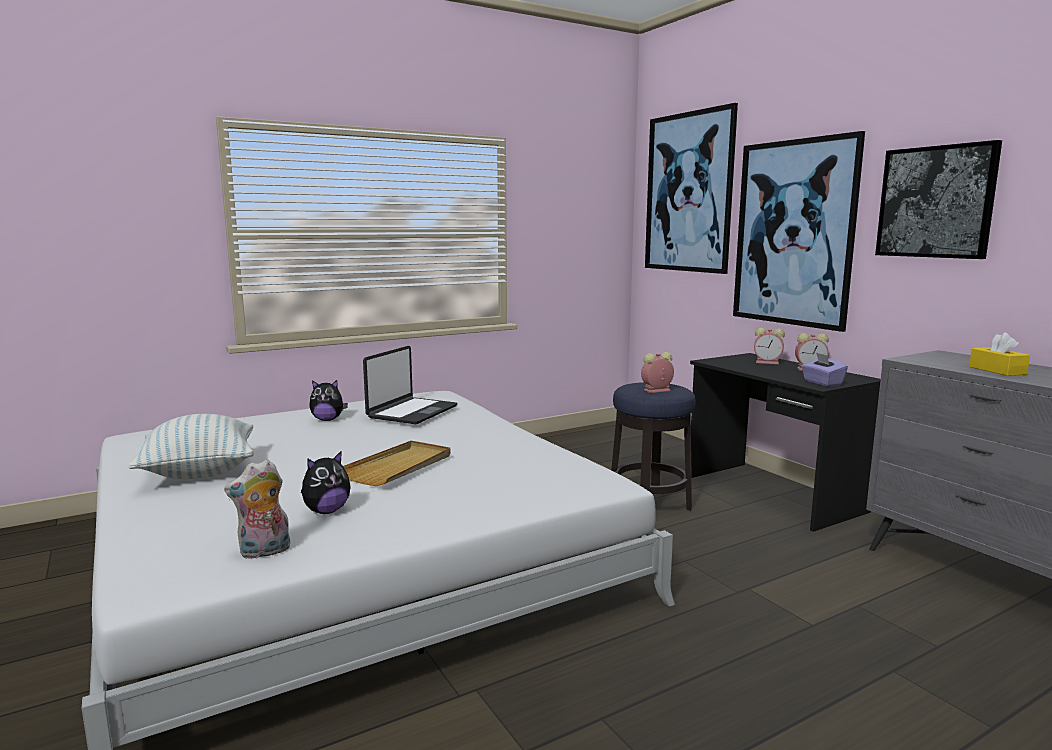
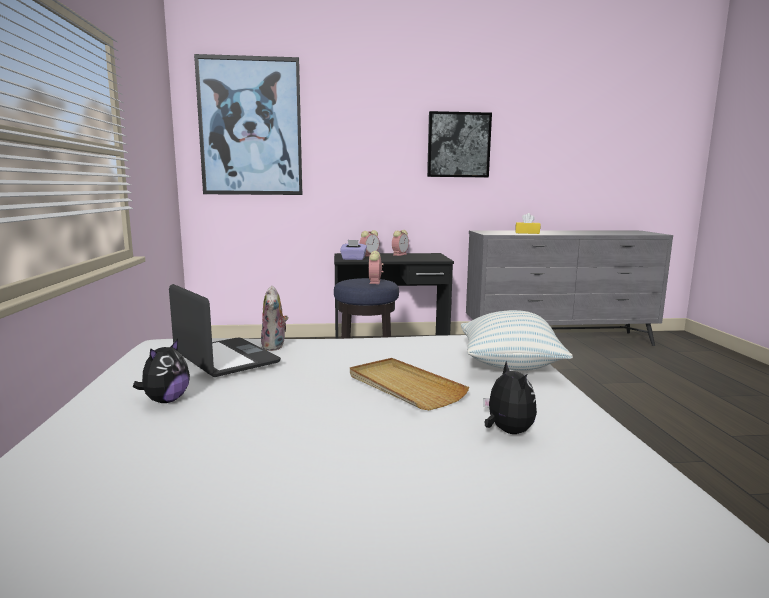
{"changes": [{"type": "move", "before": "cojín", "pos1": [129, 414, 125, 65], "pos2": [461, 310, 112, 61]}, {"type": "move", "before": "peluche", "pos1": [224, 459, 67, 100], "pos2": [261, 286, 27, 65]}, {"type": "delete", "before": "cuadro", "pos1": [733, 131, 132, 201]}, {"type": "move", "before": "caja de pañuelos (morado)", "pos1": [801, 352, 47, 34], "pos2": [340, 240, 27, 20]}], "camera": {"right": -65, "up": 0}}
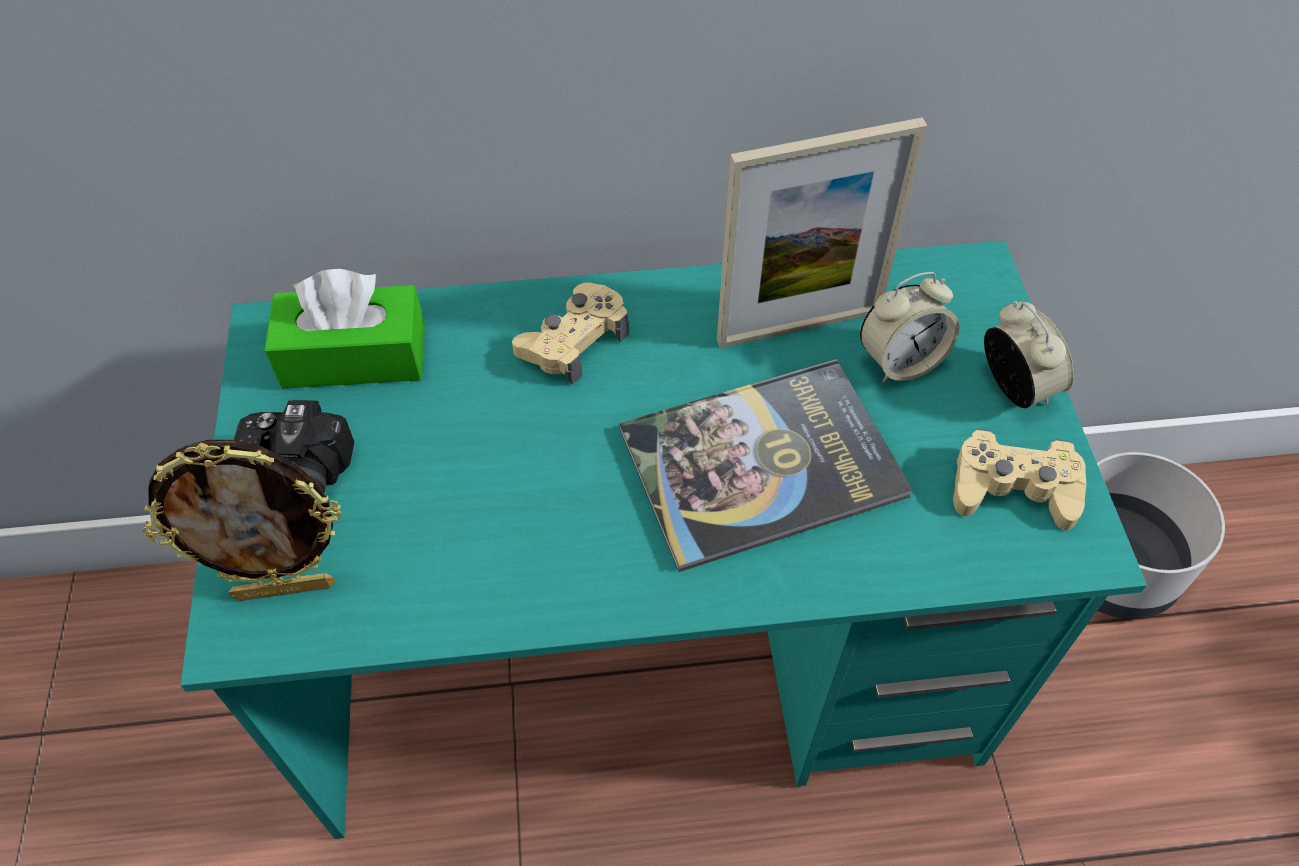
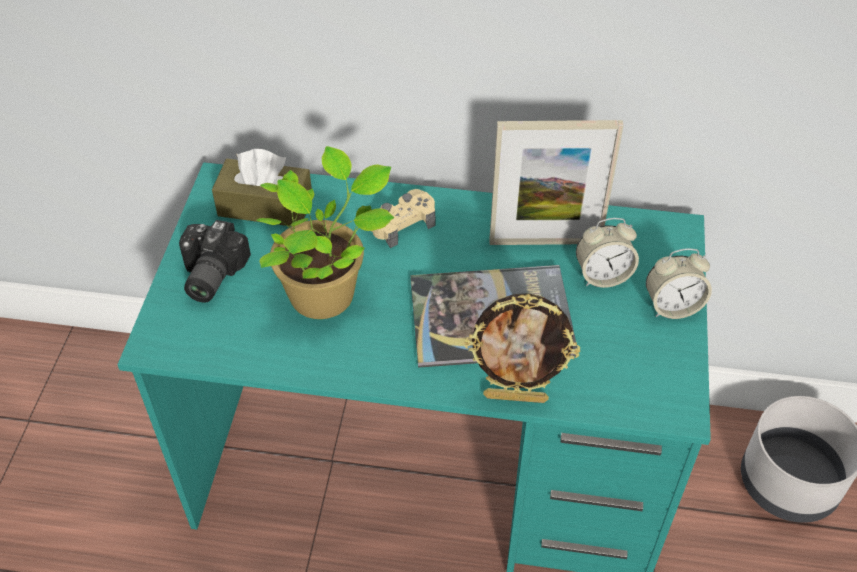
{"changes": [{"type": "move", "before": "portarretratos", "pos1": [142, 440, 200, 161], "pos2": [464, 293, 116, 110]}, {"type": "recolor", "before": "caja de pañuelos (verde)", "after": "caja de pañuelos (marrón)", "pos1": [264, 269, 161, 120], "pos2": [212, 149, 100, 77]}, {"type": "delete", "before": "mando de consola (beis)", "pos1": [953, 429, 134, 102]}, {"type": "rotate", "before": "despertador", "pos1": [984, 301, 90, 107], "pos2": [646, 248, 66, 71], "turn": 90}, {"type": "insert", "after": "planta en maceta", "pos2": [256, 146, 139, 173]}], "camera": {"right": 15, "up": -5}}
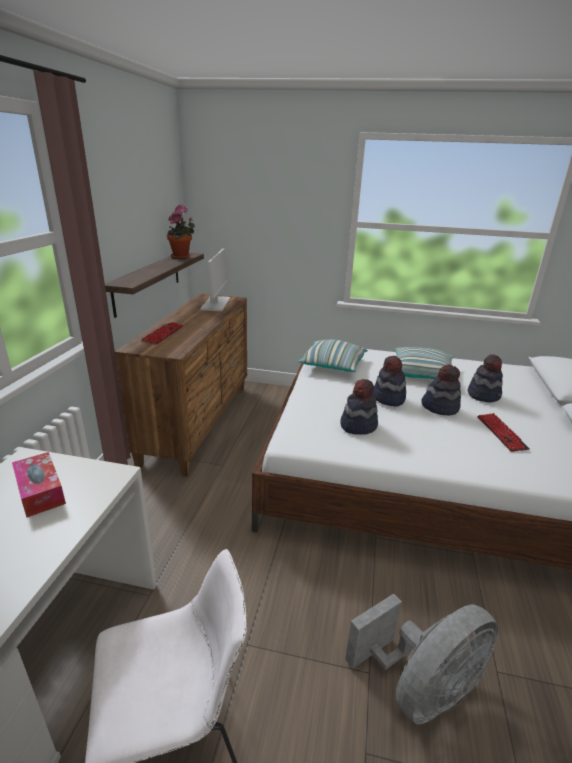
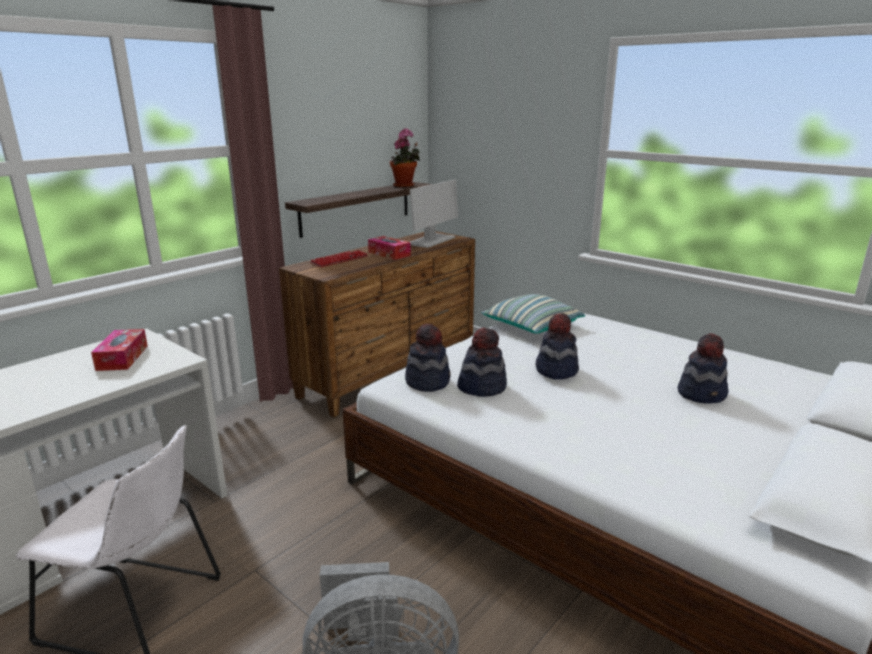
{"changes": [{"type": "delete", "before": "cojín", "pos1": [395, 347, 59, 32]}, {"type": "move", "before": "sombrero", "pos1": [421, 364, 40, 52], "pos2": [405, 324, 46, 68]}, {"type": "delete", "before": "teclado", "pos1": [477, 413, 53, 39]}, {"type": "insert", "after": "caja de pañuelos", "pos2": [368, 236, 43, 24]}], "camera": {"right": 30, "up": -5}}
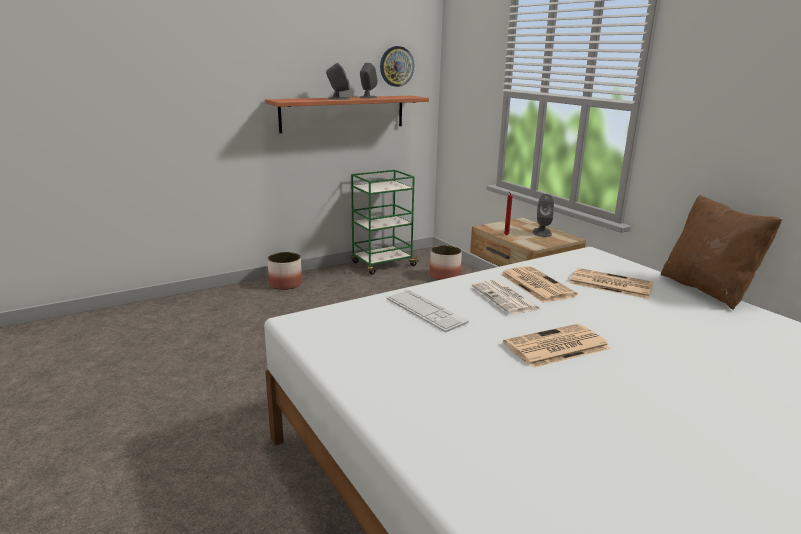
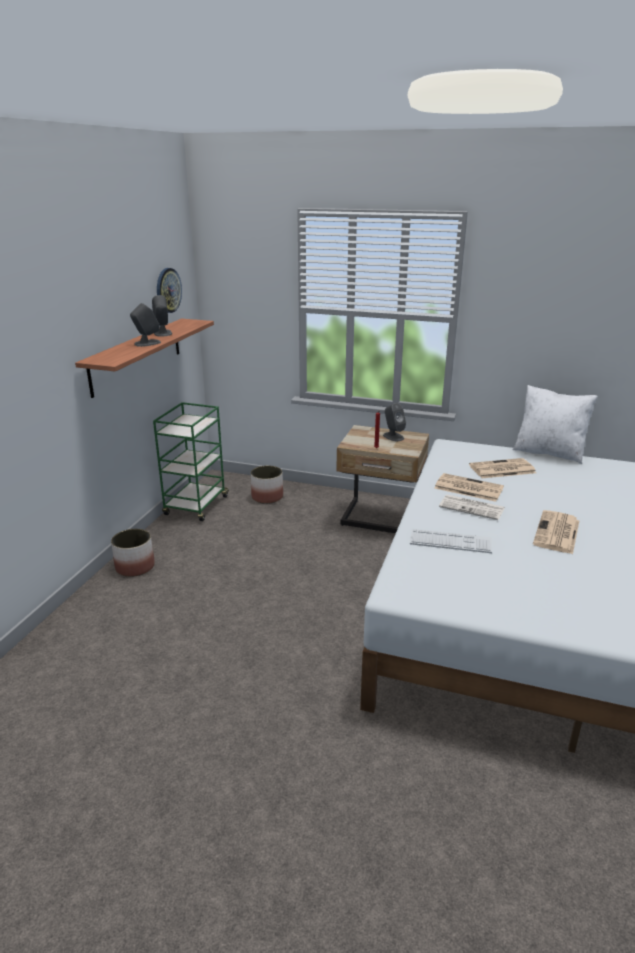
{"changes": [{"type": "recolor", "before": "cojín (marrón)", "after": "cojín (blanco)", "pos1": [661, 195, 121, 115], "pos2": [512, 385, 86, 79]}], "camera": {"right": -40, "up": 5}}
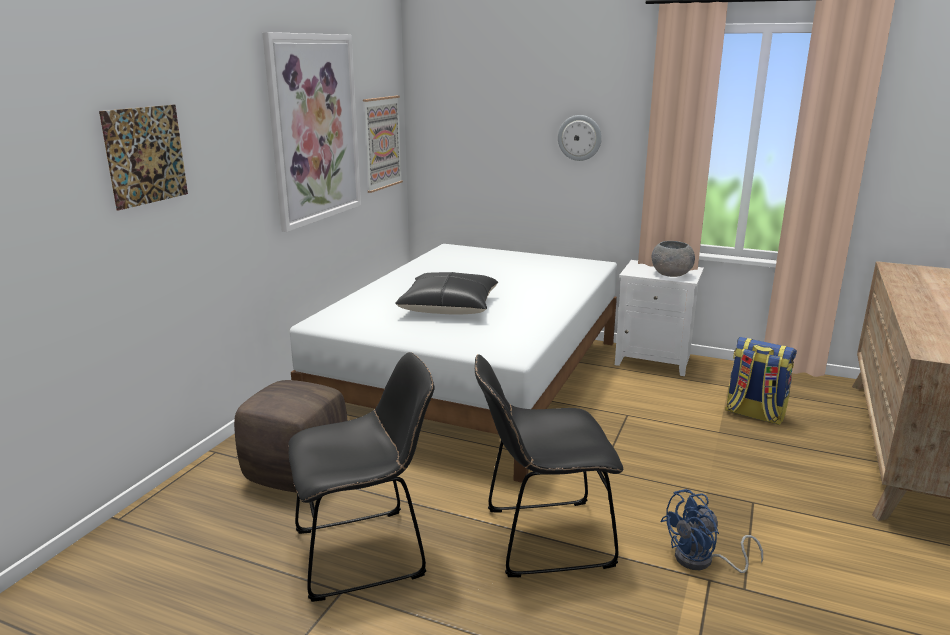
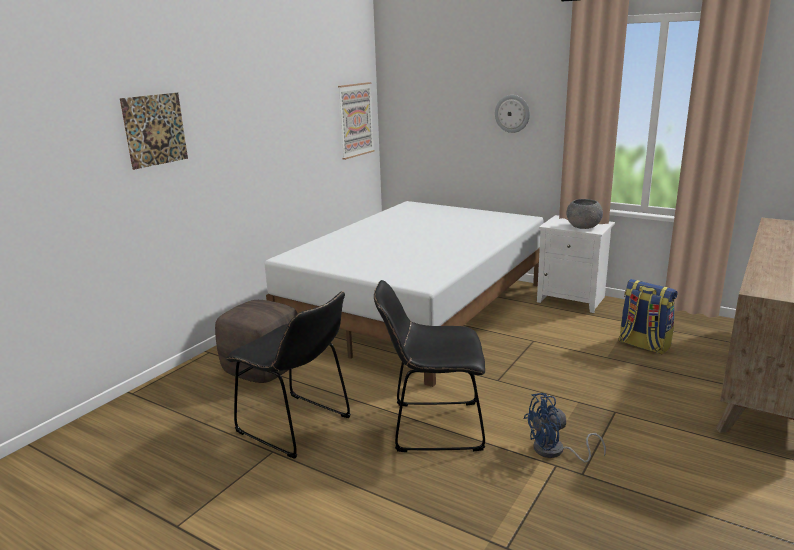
{"changes": [{"type": "delete", "before": "cuadro", "pos1": [262, 32, 99, 200]}, {"type": "rotate", "before": "silla (negro)", "pos1": [289, 352, 146, 250], "pos2": [226, 291, 125, 168], "turn": 45}, {"type": "delete", "before": "cojín (negro)", "pos1": [395, 272, 103, 43]}], "camera": {"right": 10, "up": 0}}
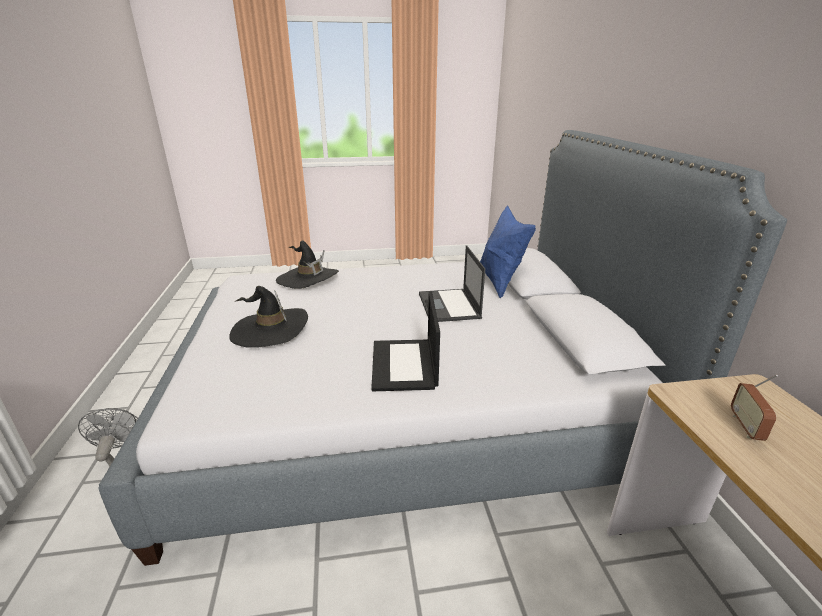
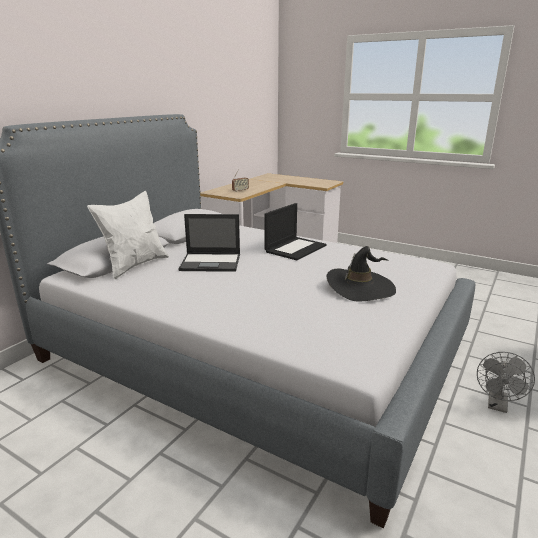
{"changes": [{"type": "delete", "before": "sombrero (negro)", "pos1": [276, 241, 63, 48]}, {"type": "rotate", "before": "portátil", "pos1": [419, 245, 66, 77], "pos2": [179, 214, 61, 58], "turn": 60}, {"type": "recolor", "before": "cojín (azul)", "after": "cojín (blanco)", "pos1": [480, 205, 56, 93], "pos2": [87, 191, 82, 89]}], "camera": {"right": -140, "up": -5}}
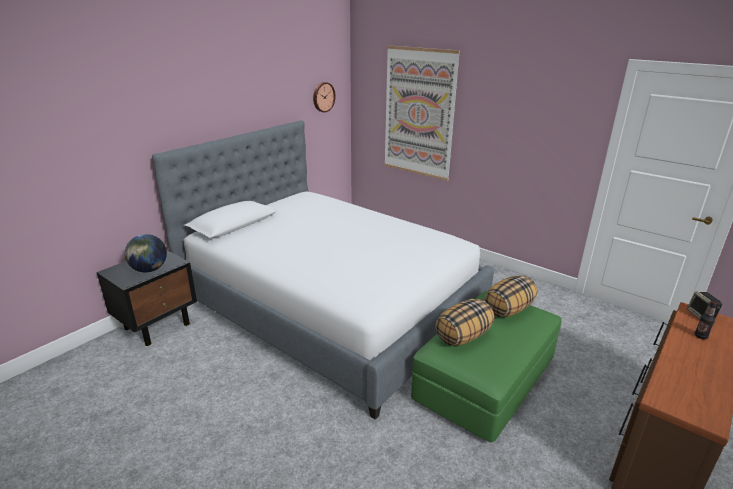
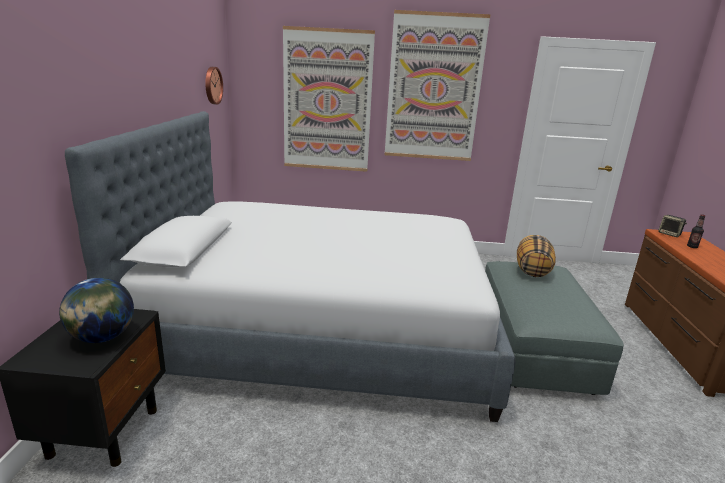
{"changes": [{"type": "recolor", "before": "puf (verde)", "after": "puf (gris)", "pos1": [411, 291, 151, 151], "pos2": [485, 261, 139, 134]}, {"type": "delete", "before": "cojín", "pos1": [435, 299, 59, 47]}, {"type": "insert", "after": "cuadro", "pos2": [385, 10, 106, 151]}], "camera": {"right": -35, "up": -5}}
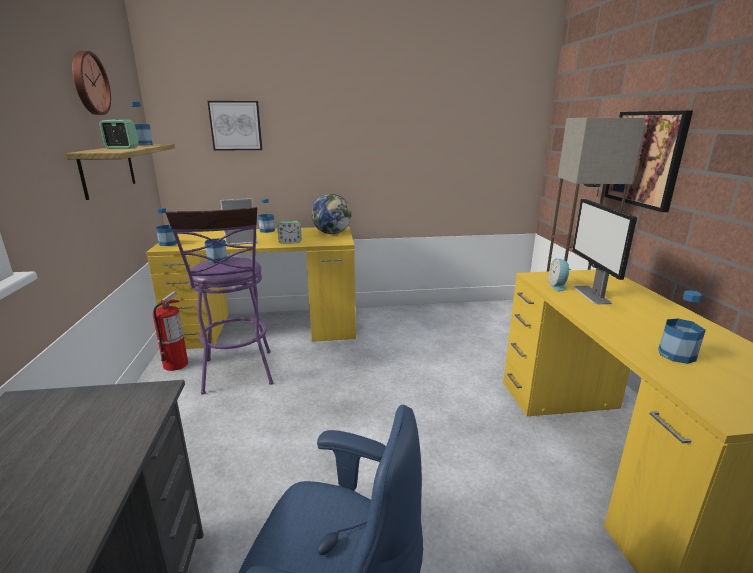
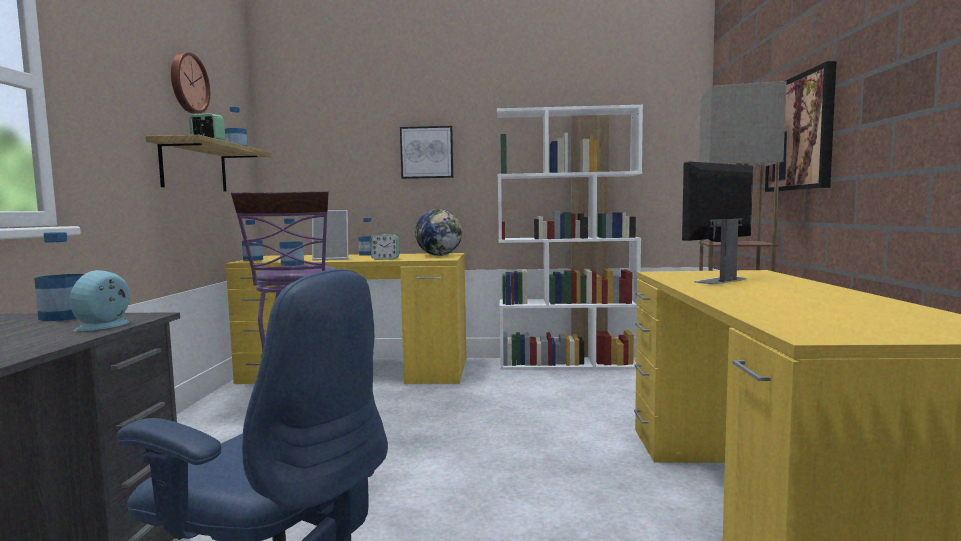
{"changes": [{"type": "delete", "before": "extintor", "pos1": [152, 291, 36, 80]}, {"type": "move", "before": "cuadro", "pos1": [207, 101, 55, 50], "pos2": [400, 126, 53, 53]}, {"type": "move", "before": "despertador", "pos1": [549, 258, 22, 33], "pos2": [70, 270, 60, 61]}, {"type": "rotate", "before": "monitor", "pos1": [572, 199, 65, 106], "pos2": [682, 161, 71, 124], "turn": 45}, {"type": "move", "before": "botella", "pos1": [658, 290, 48, 74], "pos2": [34, 232, 50, 89]}, {"type": "insert", "after": "estantería (blanco)", "pos2": [497, 105, 146, 265]}], "camera": {"right": 10, "up": -15}}
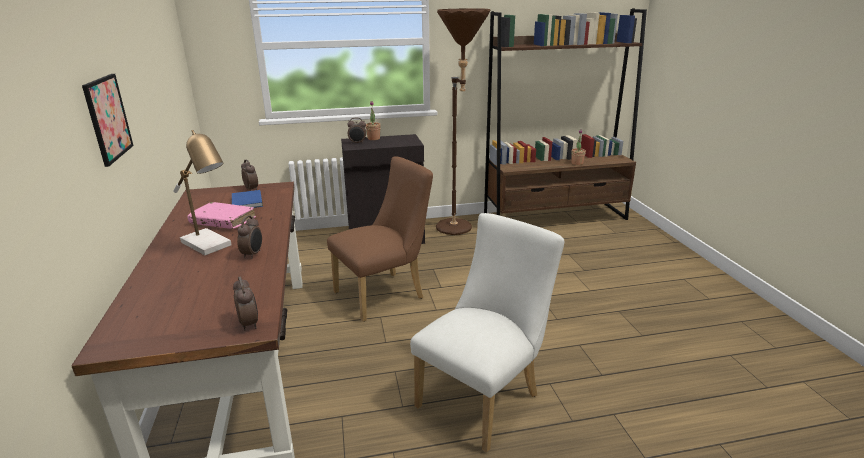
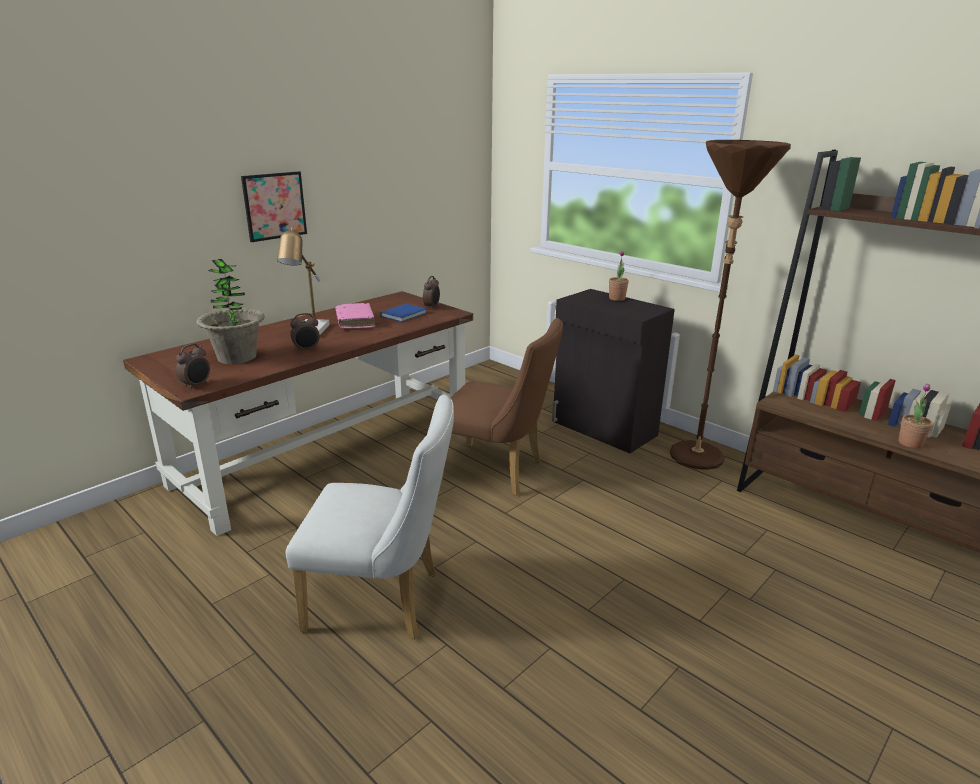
{"changes": [{"type": "delete", "before": "despertador", "pos1": [347, 118, 19, 26]}, {"type": "insert", "after": "planta en maceta", "pos2": [196, 259, 69, 105]}], "camera": {"right": 55, "up": 0}}
